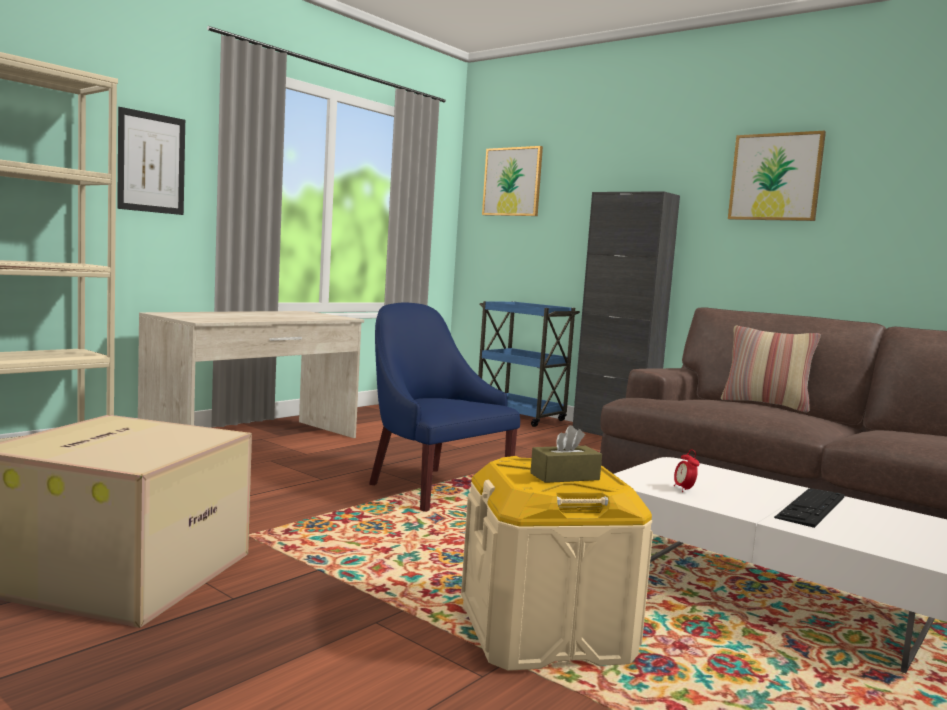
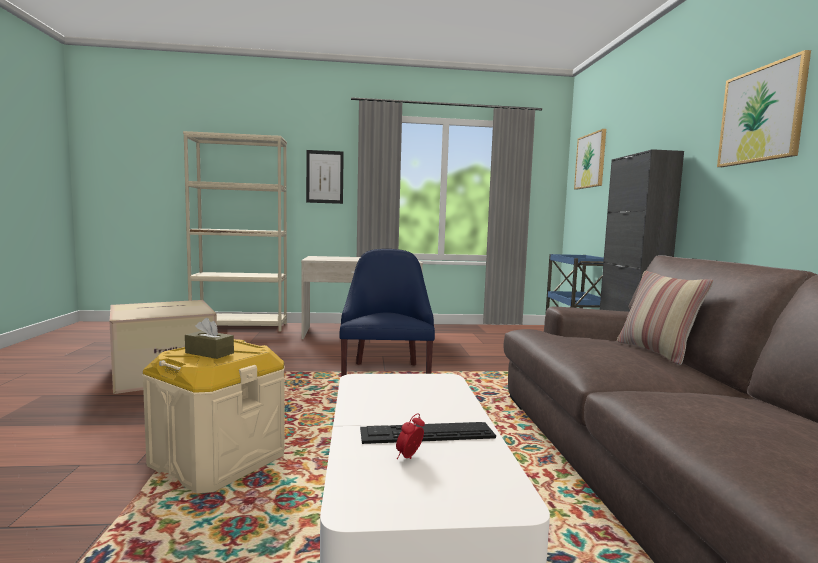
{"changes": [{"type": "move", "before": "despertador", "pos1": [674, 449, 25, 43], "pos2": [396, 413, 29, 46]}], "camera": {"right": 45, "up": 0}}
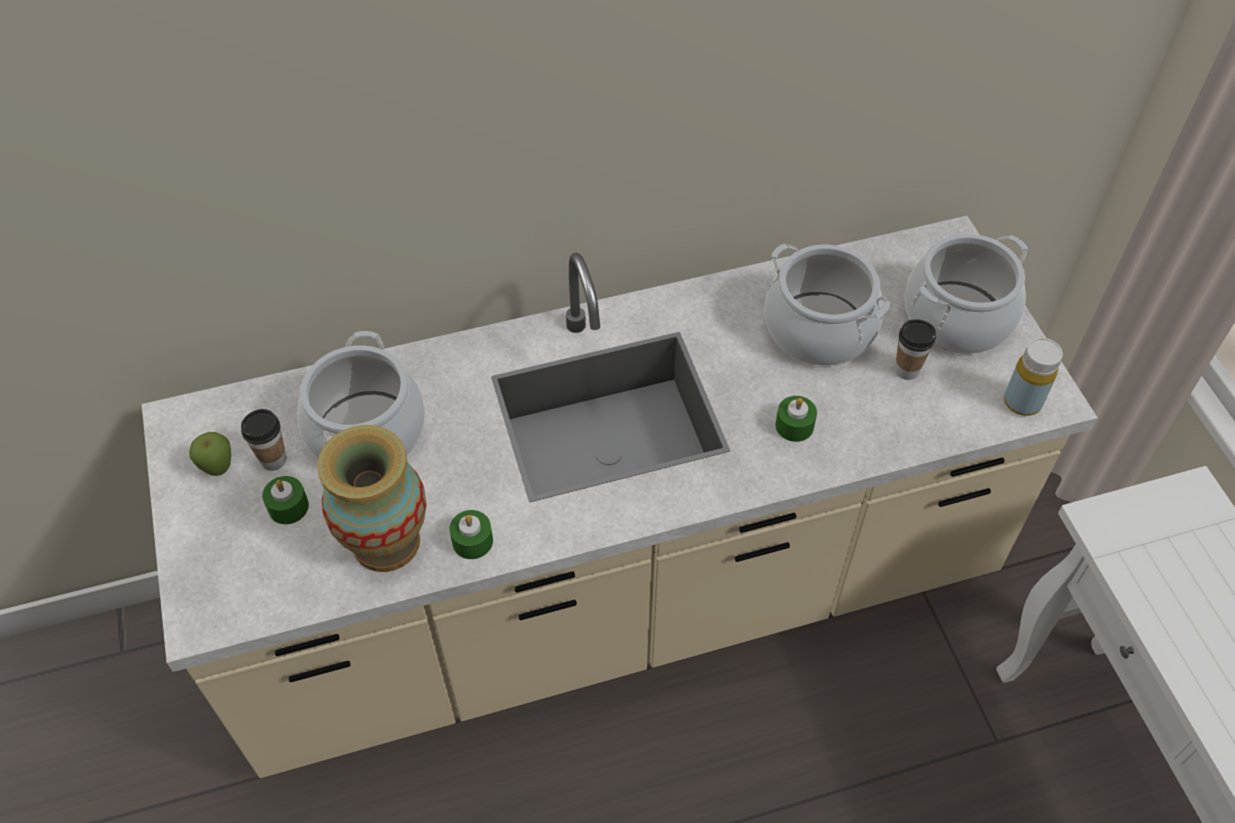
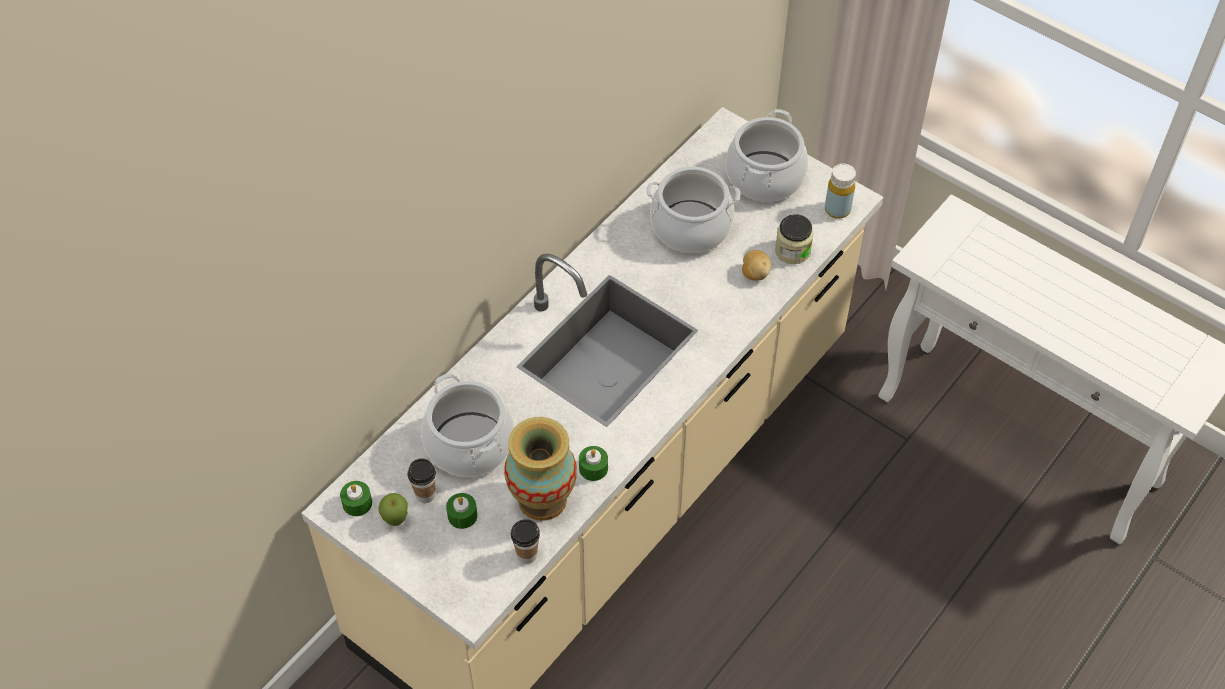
{"changes": [{"type": "move", "before": "vela (verde)", "pos1": [776, 396, 41, 46], "pos2": [340, 481, 32, 35]}, {"type": "move", "before": "taza", "pos1": [895, 319, 41, 61], "pos2": [511, 519, 29, 45]}, {"type": "insert", "after": "patata", "pos2": [742, 250, 29, 31]}, {"type": "insert", "after": "tarro", "pos2": [775, 214, 38, 50]}], "camera": {"right": -35, "up": 0}}
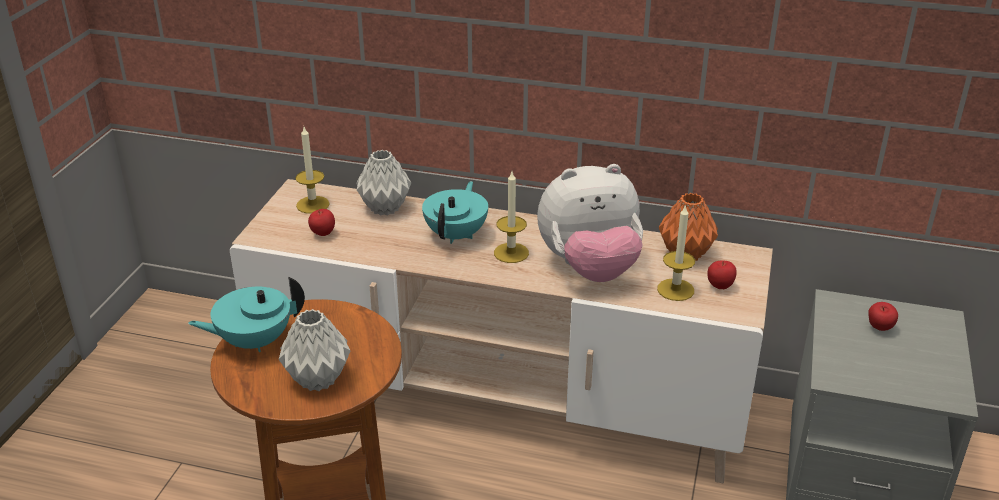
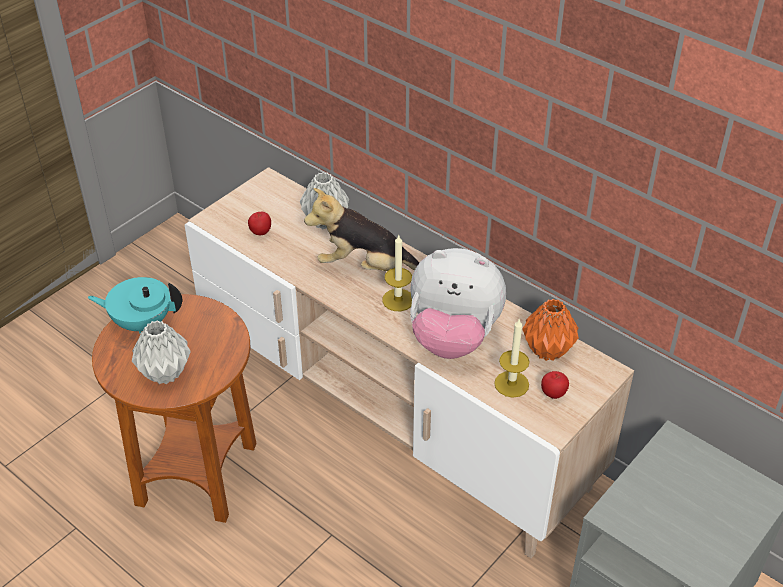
{"changes": [{"type": "delete", "before": "vela", "pos1": [295, 127, 35, 87]}, {"type": "replace", "before": "tetera (turquesa)", "after": "peluche", "pos1": [422, 181, 66, 63], "pos2": [304, 188, 115, 83]}, {"type": "delete", "before": "manzana", "pos1": [868, 302, 30, 29]}], "camera": {"right": 25, "up": 10}}
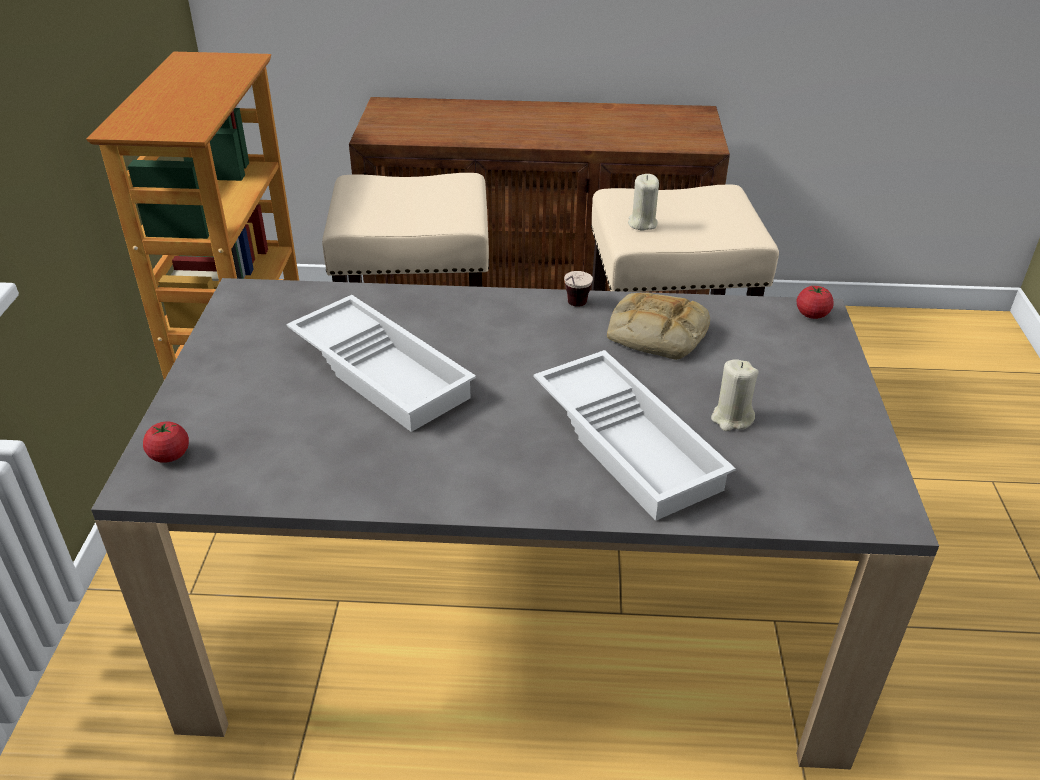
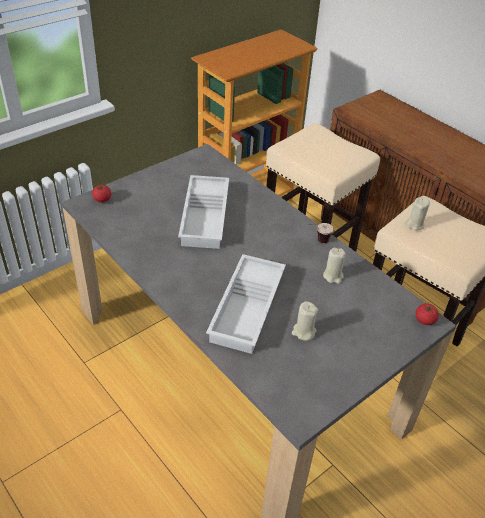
{"changes": [{"type": "replace", "before": "pan", "after": "vela (beis)", "pos1": [607, 293, 103, 67], "pos2": [323, 248, 23, 36]}], "camera": {"right": 45, "up": 5}}
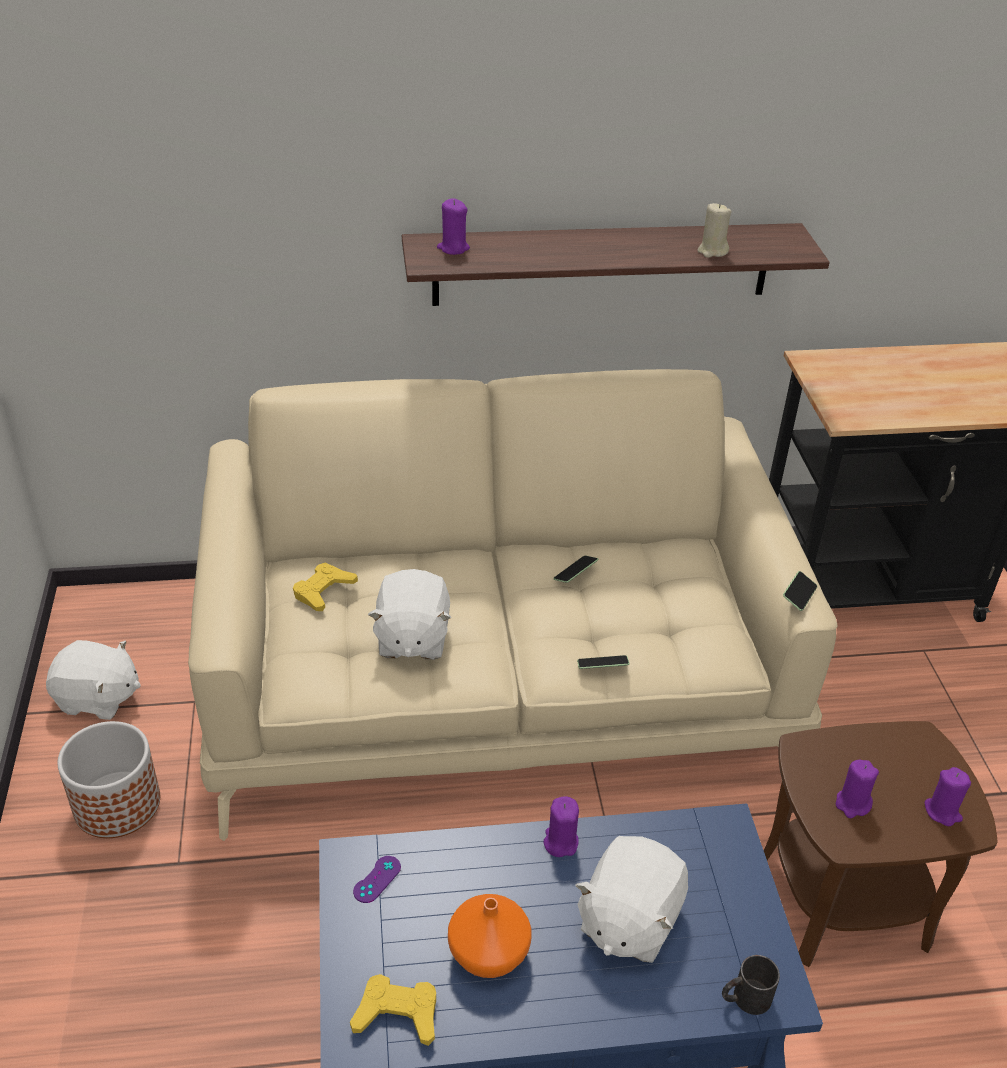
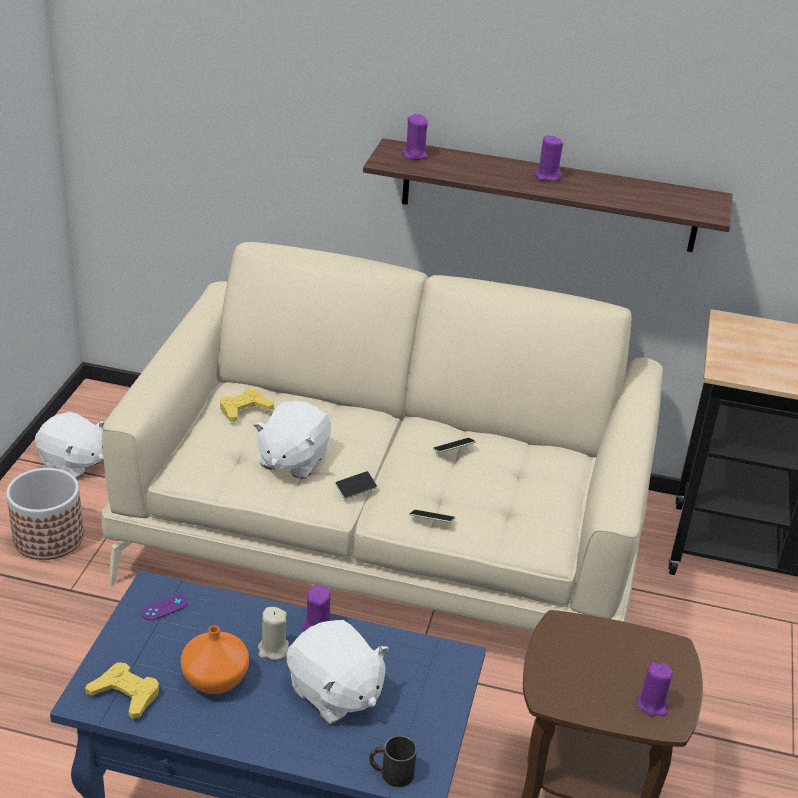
{"changes": [{"type": "rotate", "before": "peluche (blanco)", "pos1": [575, 836, 113, 127], "pos2": [286, 620, 103, 104], "turn": -90}, {"type": "move", "before": "vela (beis)", "pos1": [697, 203, 34, 55], "pos2": [258, 607, 31, 53]}, {"type": "move", "before": "móvil", "pos1": [783, 571, 34, 40], "pos2": [335, 471, 42, 28]}, {"type": "move", "before": "vela (morado)", "pos1": [836, 760, 43, 58], "pos2": [534, 135, 29, 47]}], "camera": {"right": 20, "up": -5}}
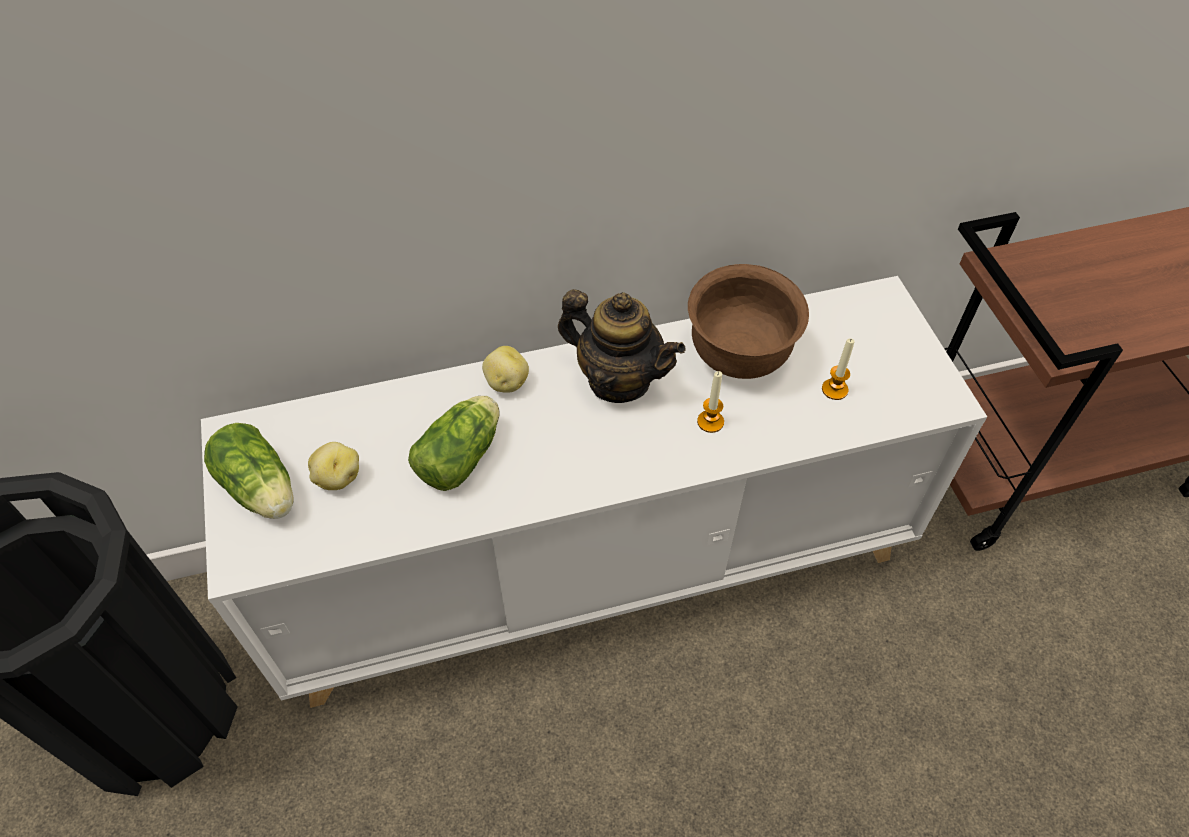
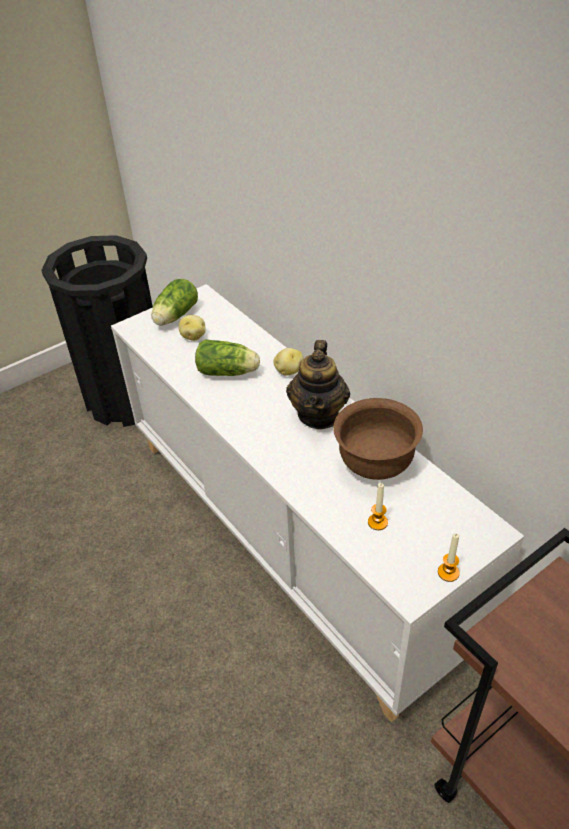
{"changes": [{"type": "move", "before": "vela", "pos1": [697, 371, 27, 62], "pos2": [438, 534, 22, 48]}], "camera": {"right": 70, "up": -10}}
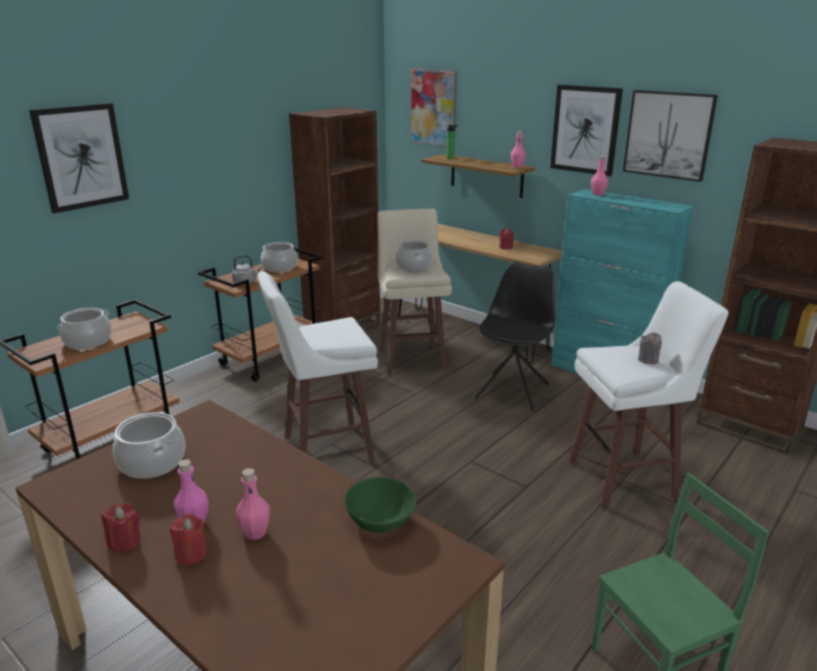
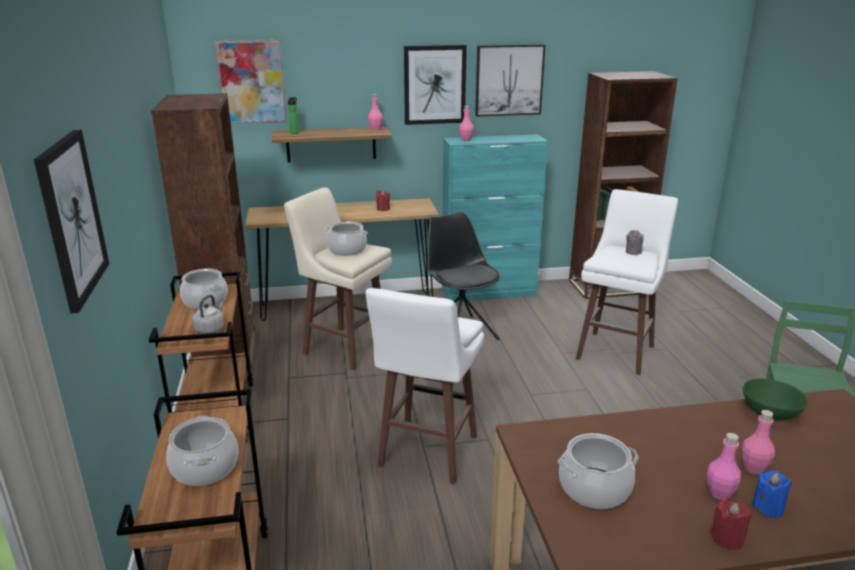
{"changes": [{"type": "recolor", "before": "vela (rojo)", "after": "vela (azul)", "pos1": [170, 514, 37, 51], "pos2": [752, 470, 40, 48]}], "camera": {"right": -50, "up": 0}}
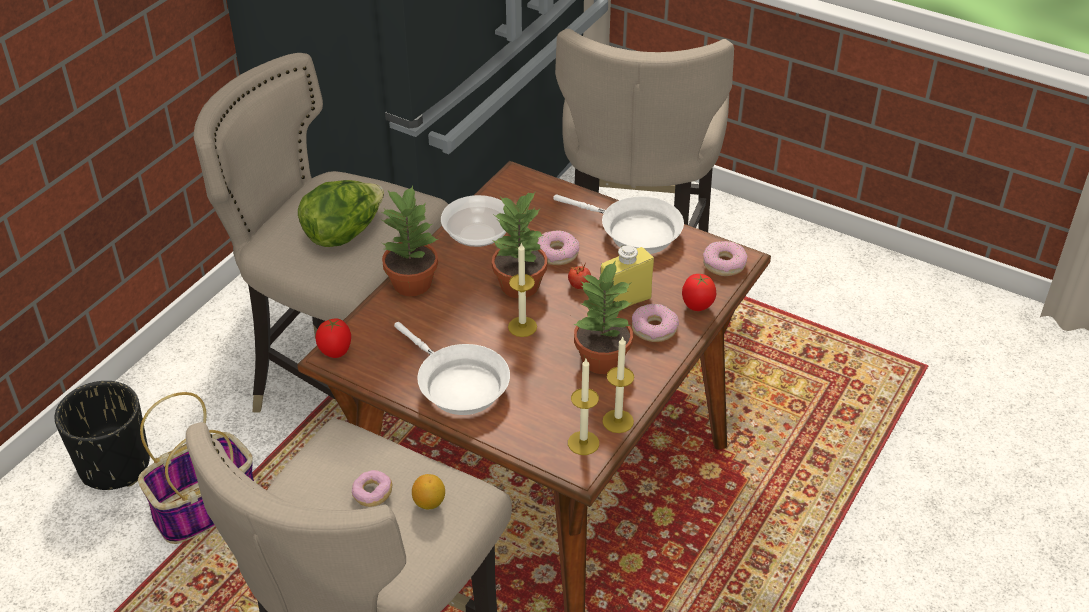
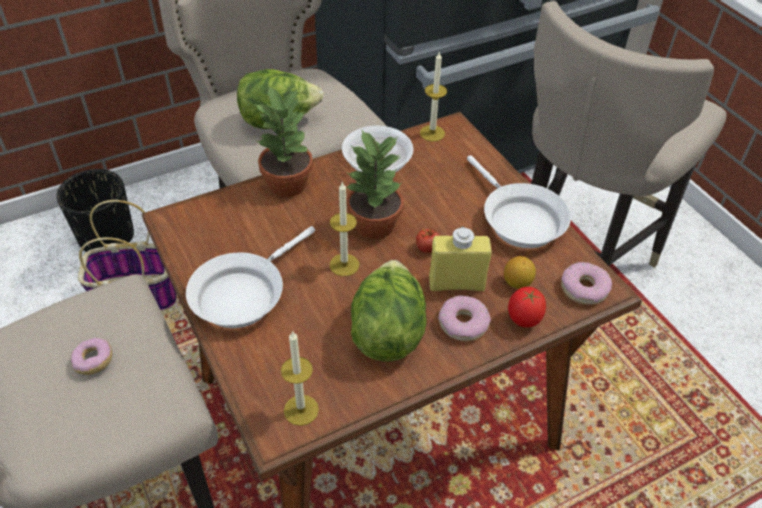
{"changes": [{"type": "delete", "before": "tomate", "pos1": [316, 318, 35, 40]}, {"type": "rotate", "before": "sartén (blanco)", "pos1": [394, 322, 116, 93], "pos2": [186, 226, 129, 102], "turn": 45}, {"type": "move", "before": "limón", "pos1": [412, 474, 33, 35], "pos2": [504, 256, 32, 33]}, {"type": "delete", "before": "rosquilla", "pos1": [537, 230, 42, 35]}, {"type": "replace", "before": "planta en maceta", "after": "lechuga", "pos1": [573, 260, 60, 114], "pos2": [351, 260, 76, 101]}, {"type": "move", "before": "vela", "pos1": [602, 336, 32, 97], "pos2": [420, 52, 27, 90]}], "camera": {"right": 30, "up": 5}}
